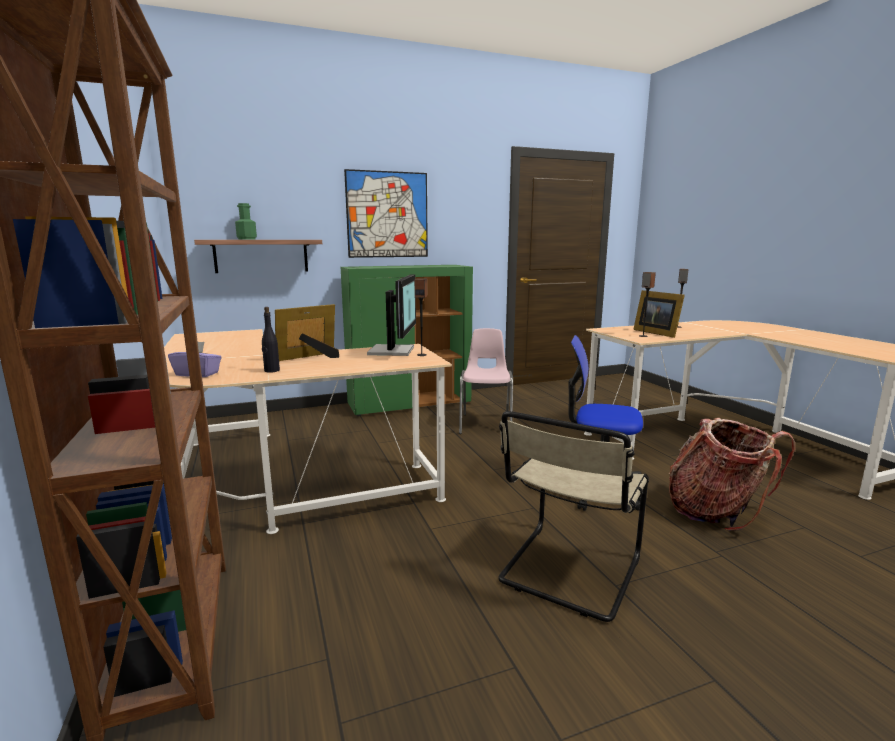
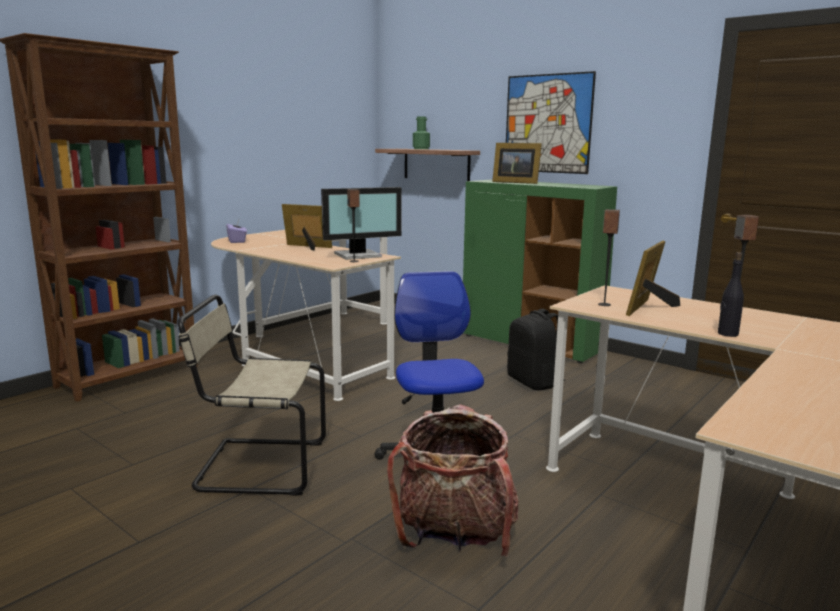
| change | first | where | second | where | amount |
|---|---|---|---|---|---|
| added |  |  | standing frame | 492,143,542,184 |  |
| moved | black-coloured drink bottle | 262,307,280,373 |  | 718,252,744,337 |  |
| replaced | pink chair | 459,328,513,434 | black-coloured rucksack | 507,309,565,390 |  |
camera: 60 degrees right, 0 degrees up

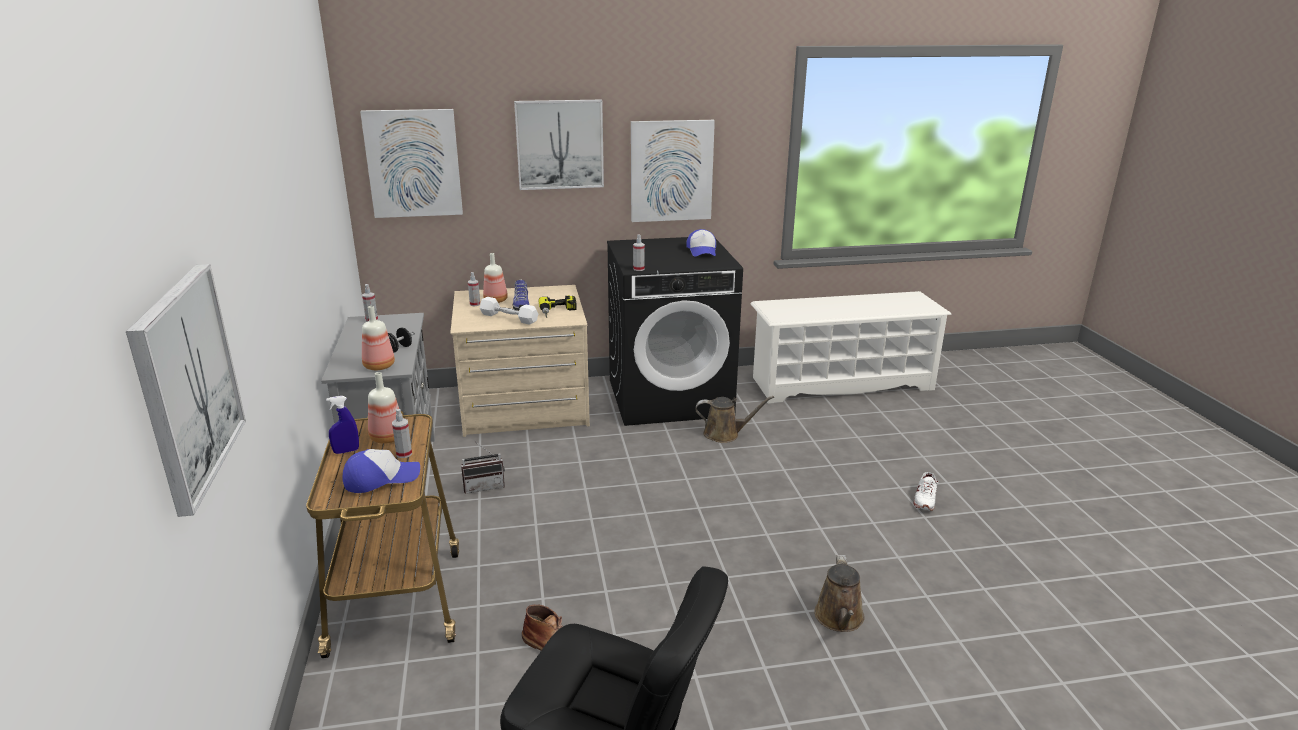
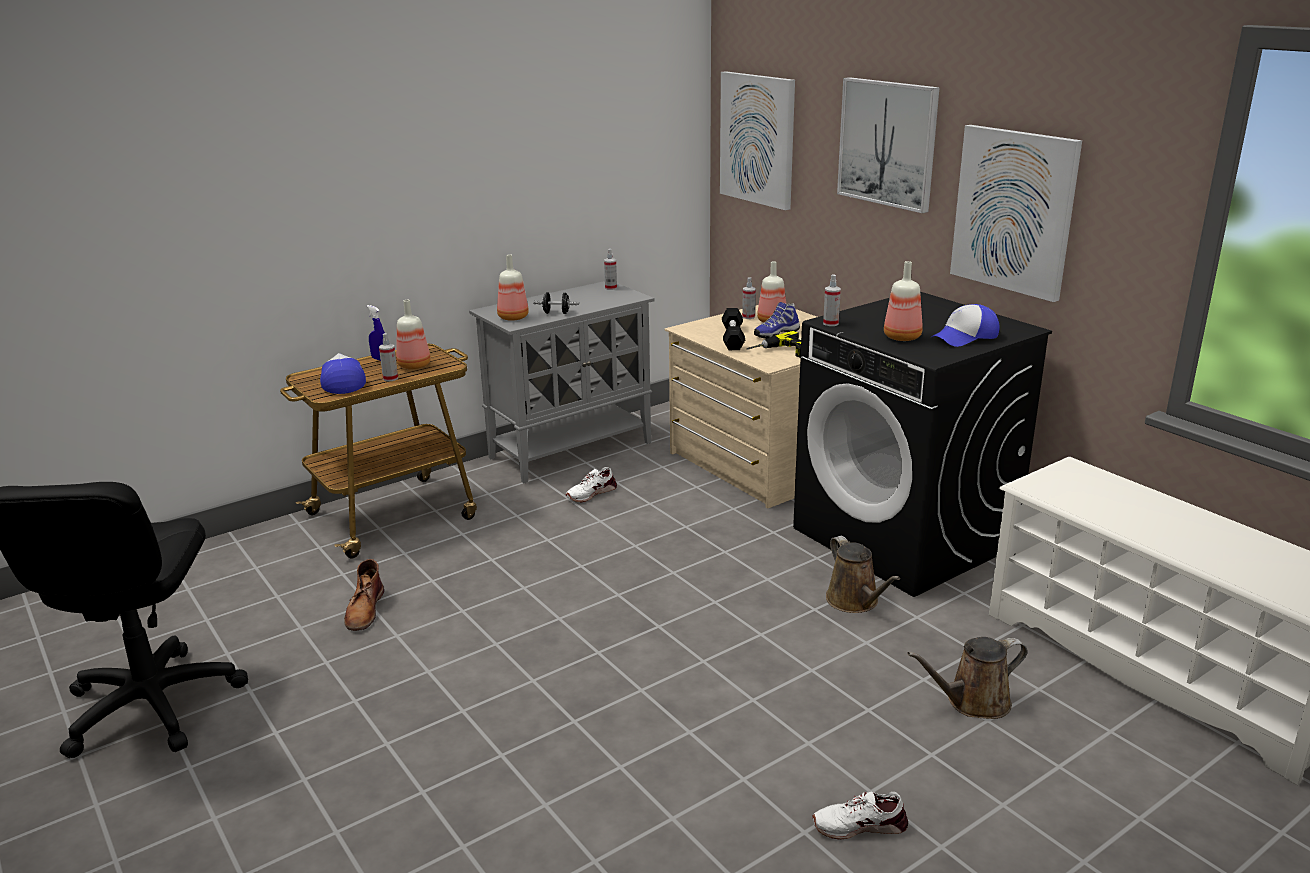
| change | first | where | second | where | amount |
|---|---|---|---|---|---|
| removed | wall picture | 126,264,246,517 |  |  |  |
| added |  |  | drink bottle | 884,261,923,341 |  |
| moved | brown-coloured watering can | 814,555,865,632 |  | 907,637,1027,719 |  |
| replaced | radio | 461,441,505,494 | white-coloured item of footwear | 566,467,617,503 |  |
| recoloured | white-coloured hand weight | 480,297,538,325 | black-coloured hand weight | 722,308,745,350 |  |
| turned | peaked cap | 343,449,420,493 |  | 320,353,366,394 | 150 degrees counterclockwise |
camera: 65 degrees right, 0 degrees up

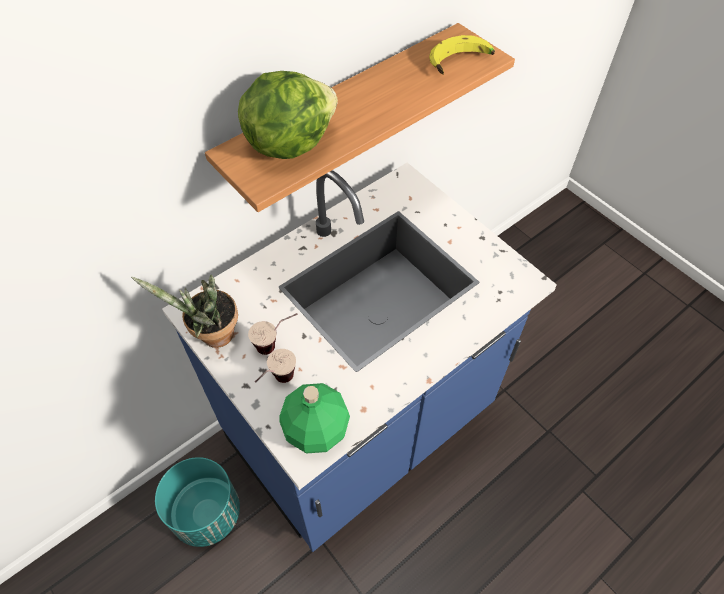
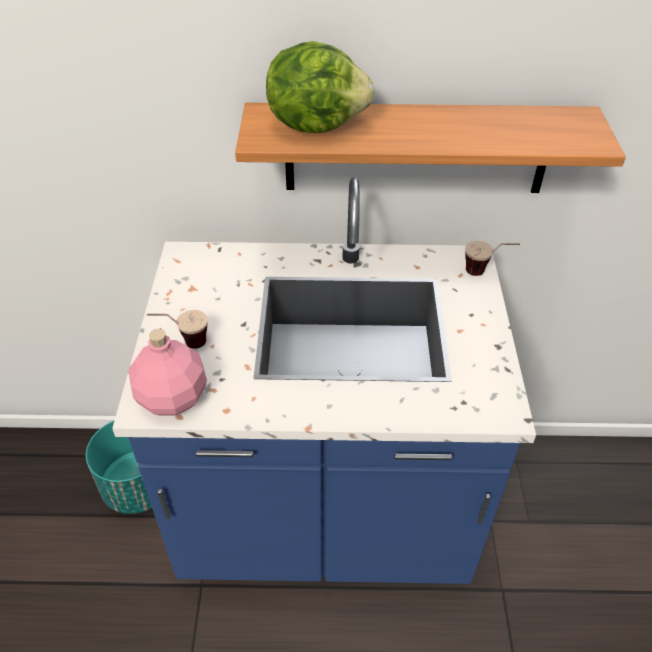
| change | first | where | second | where | amount |
|---|---|---|---|---|---|
| removed | potted plant | 131,275,238,348 |  |  |  |
| removed | banana | 429,35,495,74 |  |  |  |
| moved | drinking cup | 248,313,298,355 |  | 465,241,520,276 |  |
| recoloured | green drink bottle | 279,383,350,454 | pink drink bottle | 129,329,207,415 |  |
camera: 40 degrees right, 10 degrees down

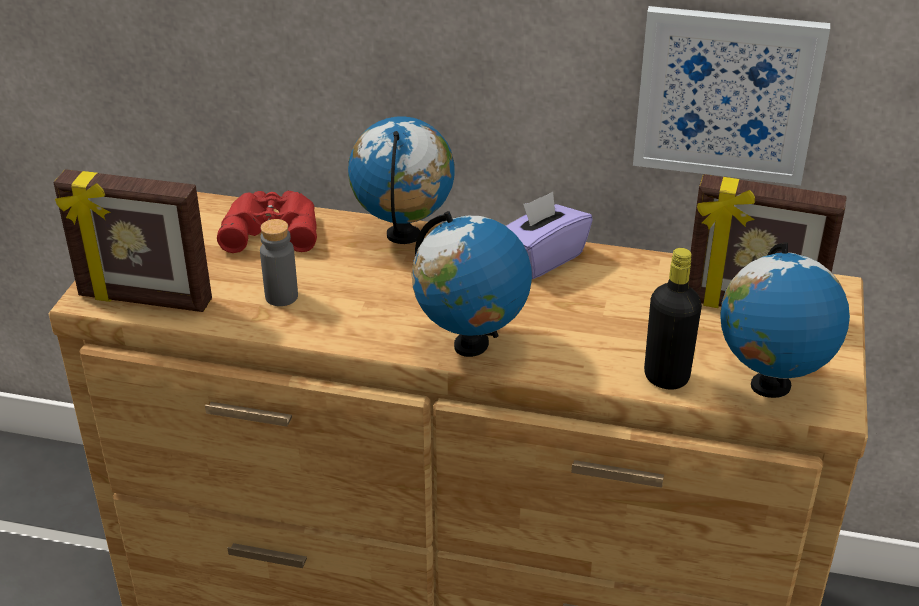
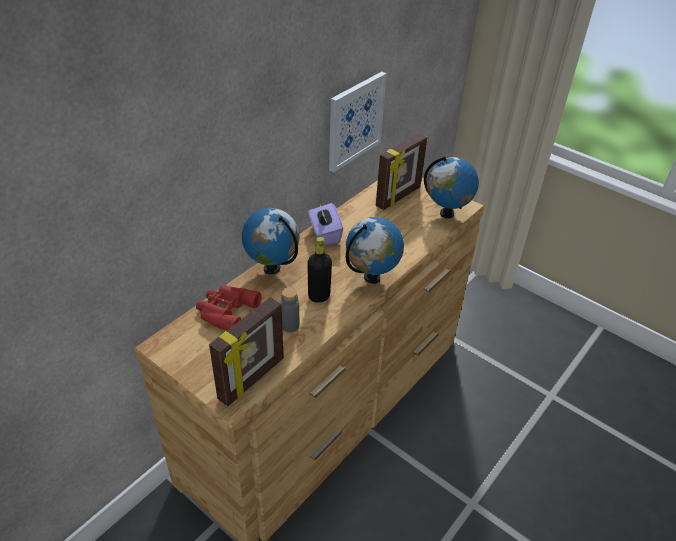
| change | first | where | second | where | amount |
|---|---|---|---|---|---|
| moved | black-coloured drink bottle | 644,248,702,389 |  | 307,237,332,303 |  |
camera: 65 degrees left, 5 degrees up

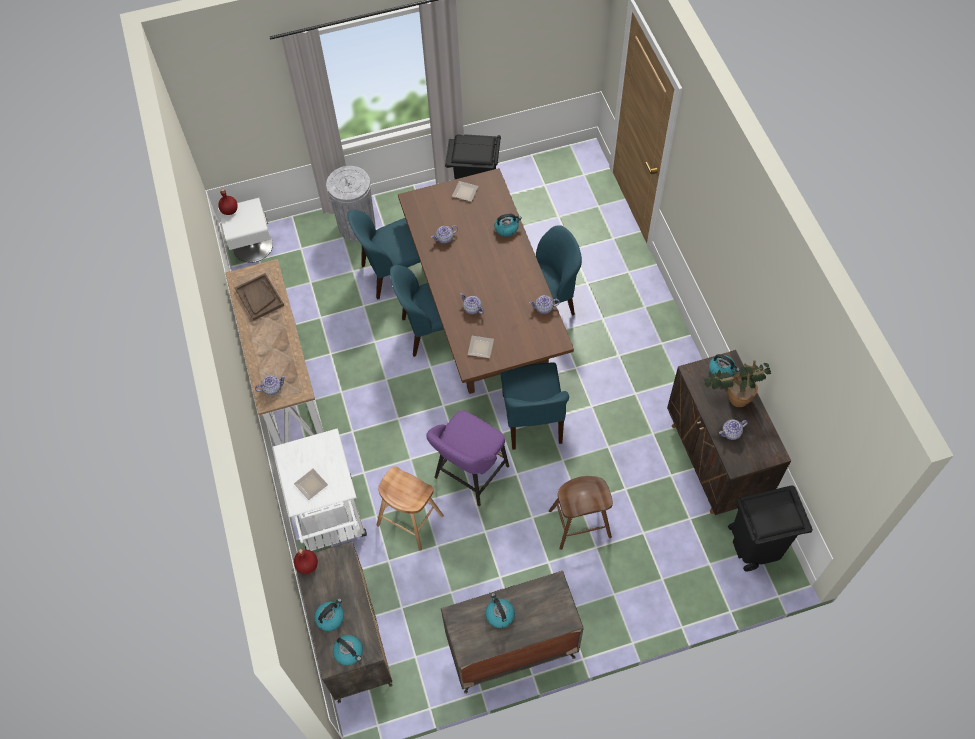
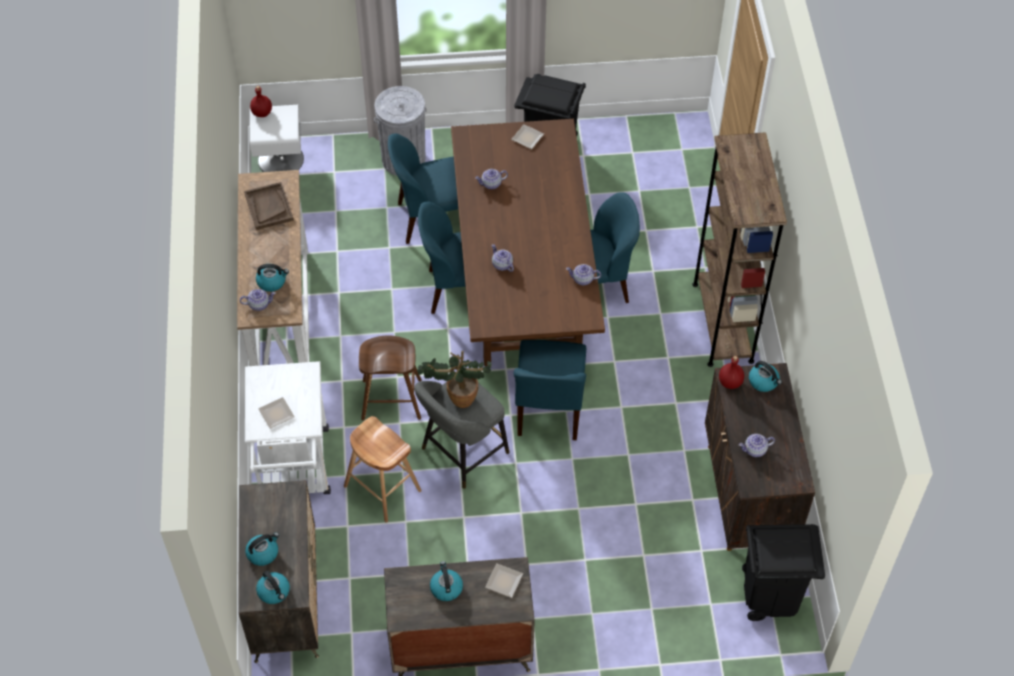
| change | first | where | second | where | amount |
|---|---|---|---|---|---|
| added |  |  | brown-coloured shelving unit | 692,132,787,367 |  |
| moved | red-coloured drink bottle | 294,549,318,574 |  | 719,356,744,389 |  |
| moved | plate | 467,336,494,358 |  | 485,563,523,598 |  |
| moved | water kettle | 494,213,522,237 |  | 256,264,289,292 |  |
| moved | brown-coloured sitting stool | 549,476,613,550 |  | 359,335,422,420 |  |
| moved | potted plant | 704,360,771,407 |  | 417,351,492,408 |  |
| recoloured | purplish sitting stool | 426,410,509,506 | gray sitting stool | 414,381,509,489 |  |
camera: 10 degrees right, 5 degrees down

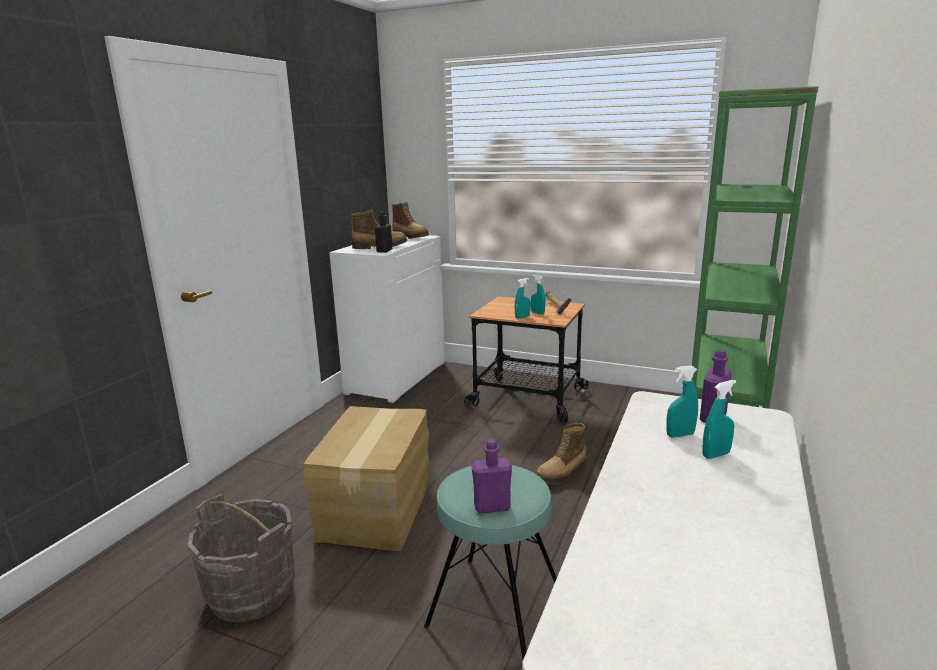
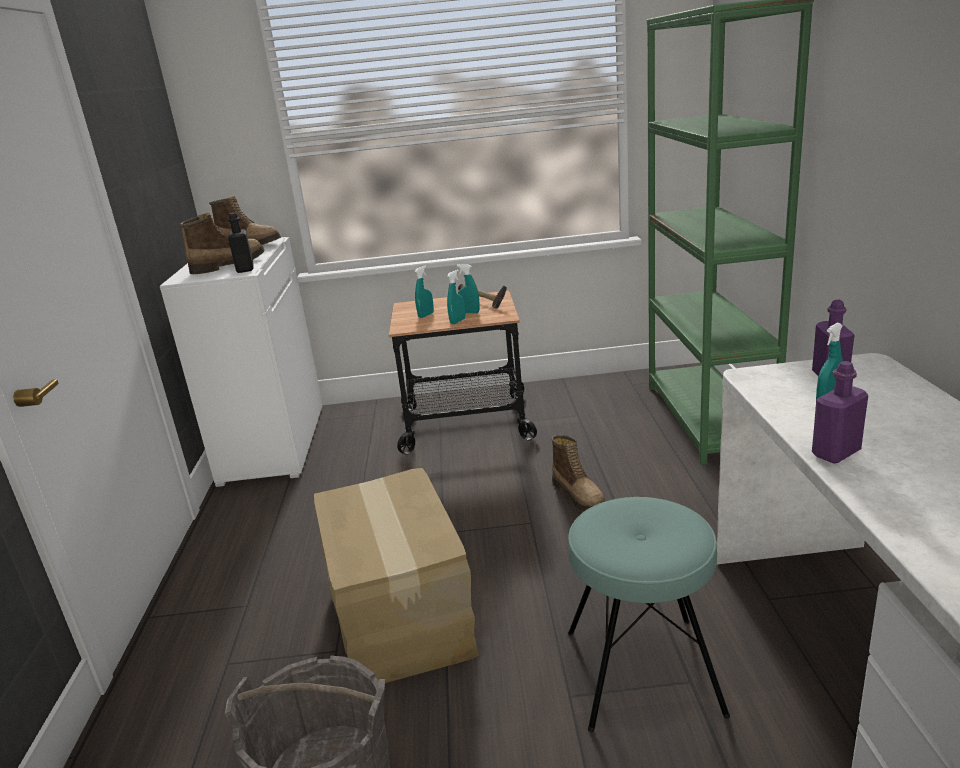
| change | first | where | second | where | amount |
|---|---|---|---|---|---|
| moved | purplish drink bottle | 471,439,512,514 |  | 812,361,868,464 |  |
| moved | blue-green spray bottle | 702,380,736,459 |  | 414,266,434,318 |  |
| turned | high-top boot | 536,423,586,484 |  | 551,435,606,512 | 45 degrees counterclockwise |
camera: 25 degrees left, 5 degrees up

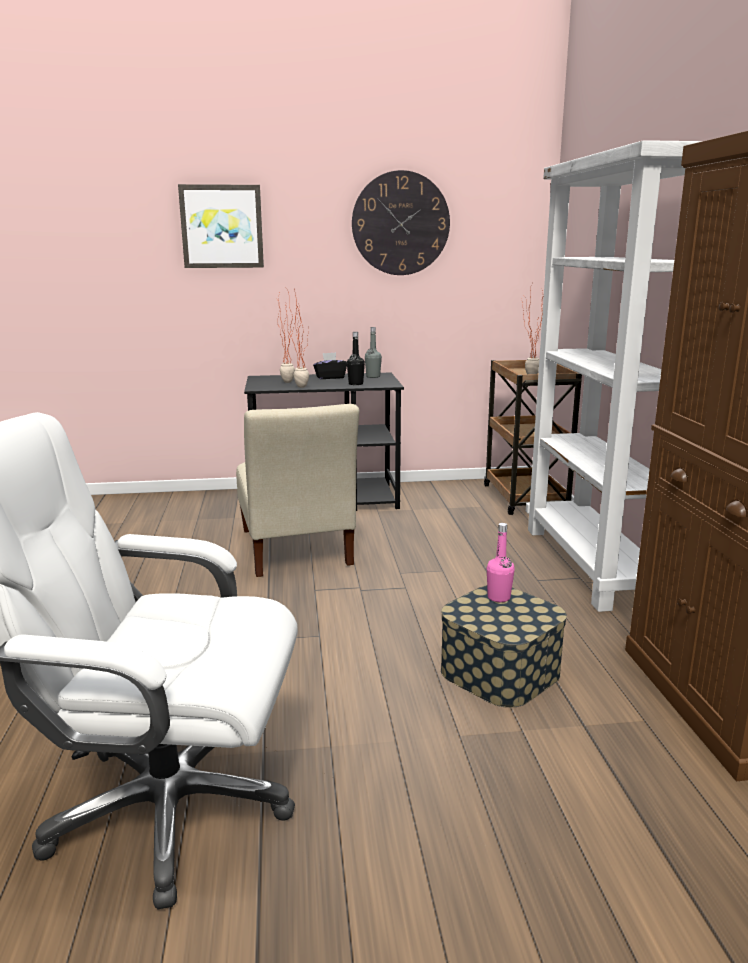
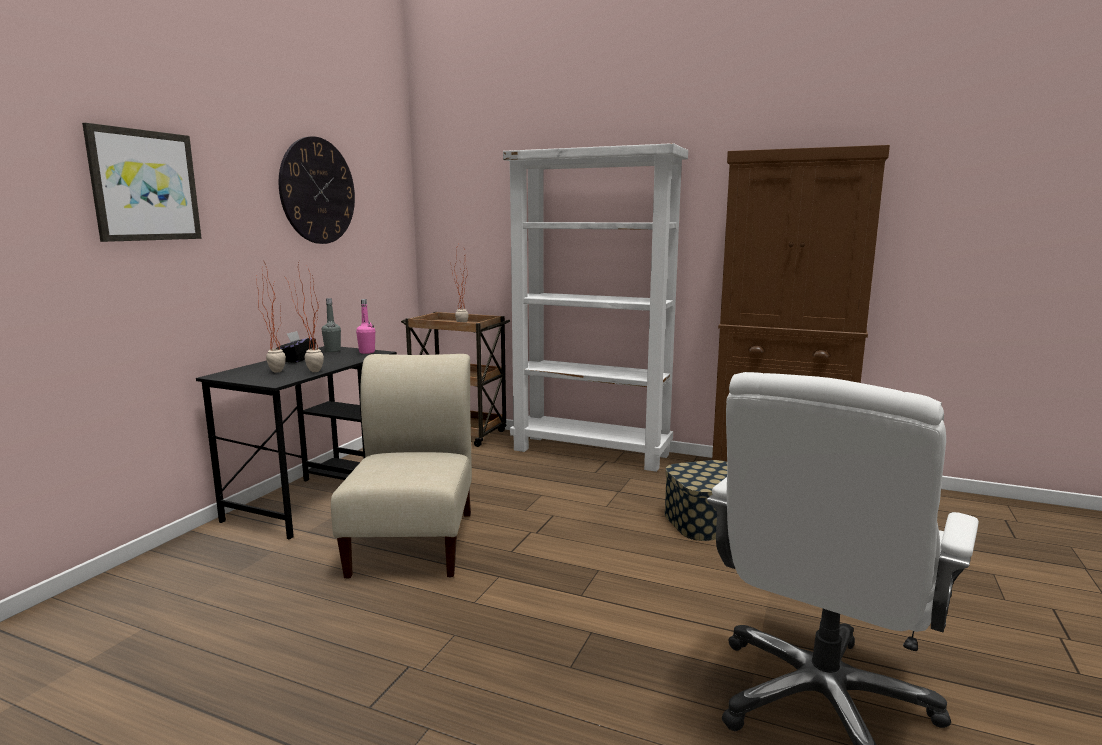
| change | first | where | second | where | amount |
|---|---|---|---|---|---|
| removed | black-coloured drink bottle | 347,332,365,385 |  |  |  |
| moved | pink drink bottle | 487,523,515,602 |  | 356,299,375,354 |  |
| turned | beige-coloured chair | 236,404,359,577 |  | 331,354,472,579 | 105 degrees counterclockwise |
camera: 60 degrees left, 5 degrees down

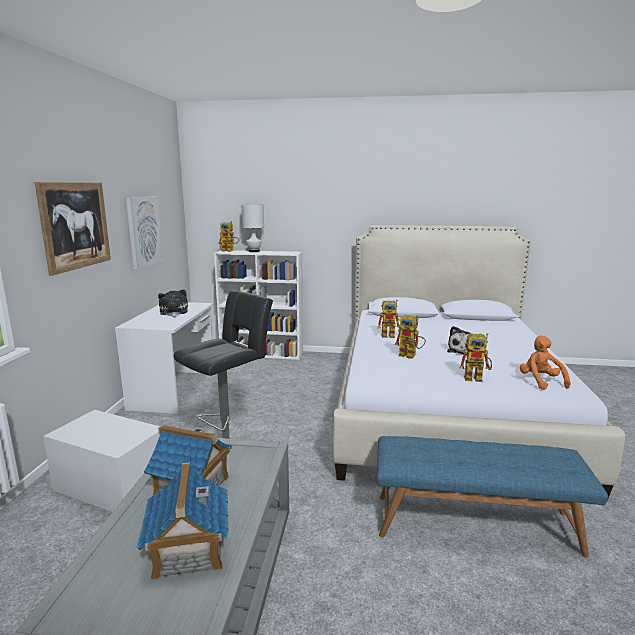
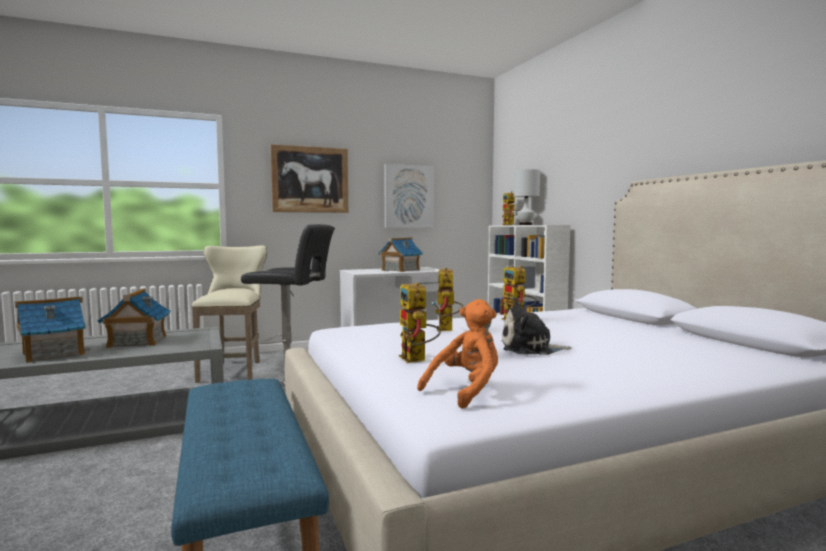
| change | first | where | second | where | amount |
|---|---|---|---|---|---|
| replaced | white-coloured storage container | 43,410,160,512 | beige-coloured sitting stool | 192,245,267,383 |  |
| replaced | soft toy | 158,289,188,318 | miniature house | 378,238,423,272 |  |
camera: 60 degrees right, 10 degrees down

